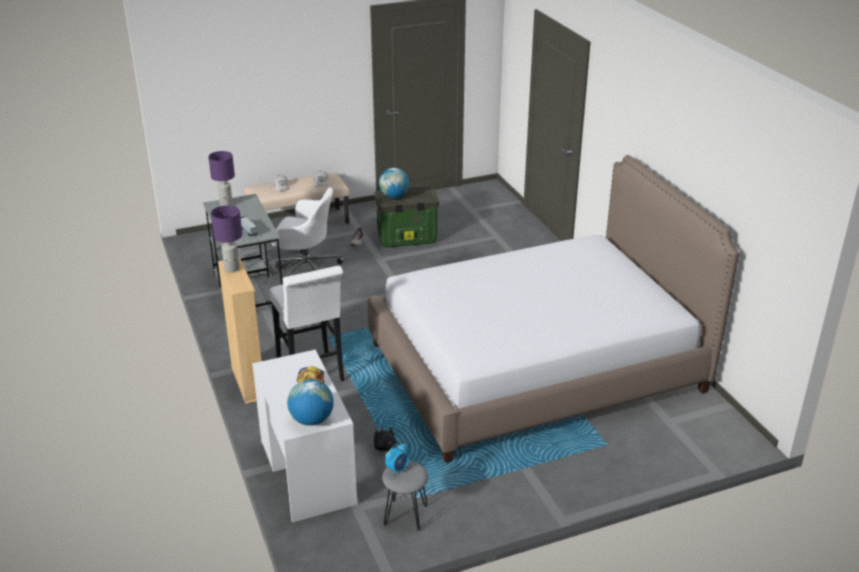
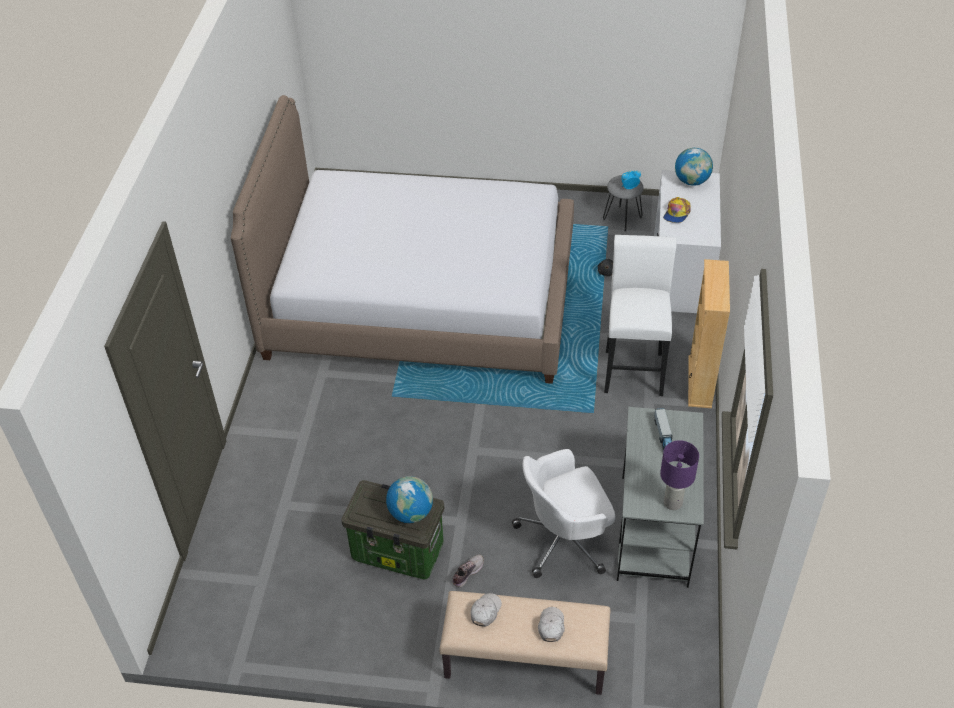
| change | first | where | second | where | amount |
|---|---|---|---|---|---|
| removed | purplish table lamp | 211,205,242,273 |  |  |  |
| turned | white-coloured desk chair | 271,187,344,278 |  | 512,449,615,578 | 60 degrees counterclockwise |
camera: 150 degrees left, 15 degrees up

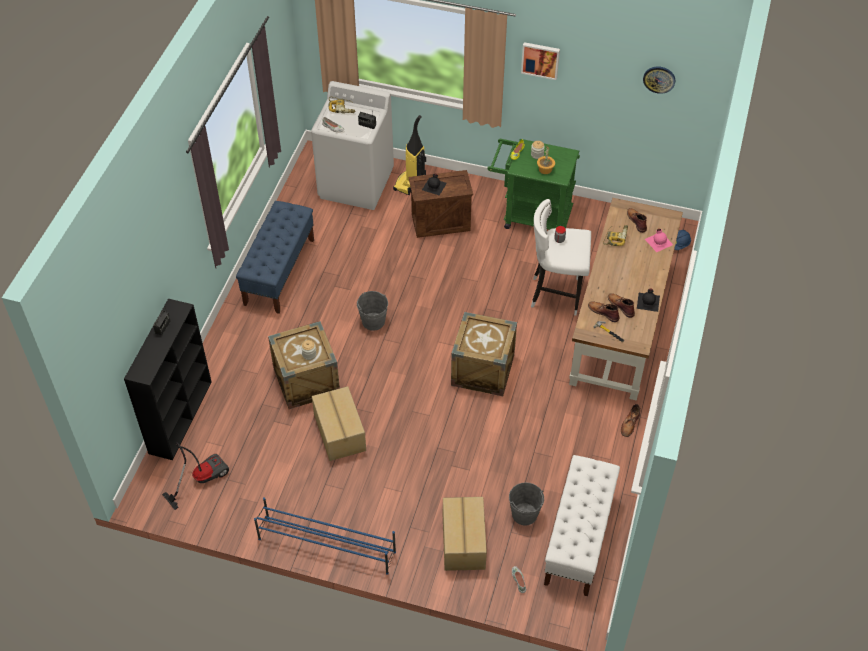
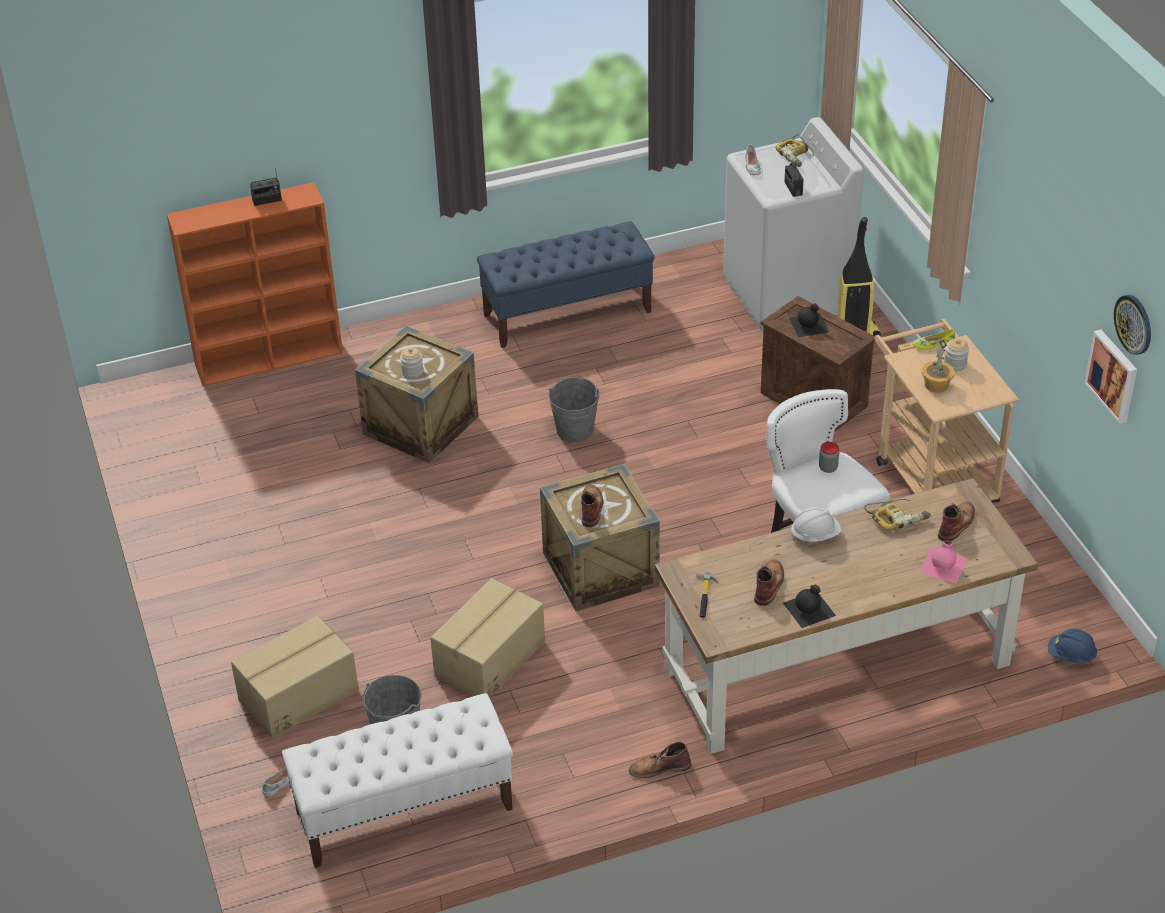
| change | first | where | second | where | amount |
|---|---|---|---|---|---|
| removed | hoover | 162,442,229,510 |  |  |  |
| removed | blue shoe shelf | 254,497,396,575 |  |  |  |
| added |  |  | white-coloured work helmet | 791,507,841,542 |  |
| moved | carton | 312,386,366,461 |  | 430,578,545,698 |  |
| moved | wall picture | 521,42,560,80 |  | 1084,329,1137,424 |  |
| moved | brown-coloured high-top boot | 588,301,619,322 |  | 581,485,603,527 |  |
| recoloured | black-coloured shelving unit | 124,299,212,460 | orange shelving unit | 167,182,343,386 |  |
| recoloured | green trolley | 487,139,580,230 | beige-coloured trolley | 875,319,1019,503 |  |
camera: 55 degrees right, 10 degrees down

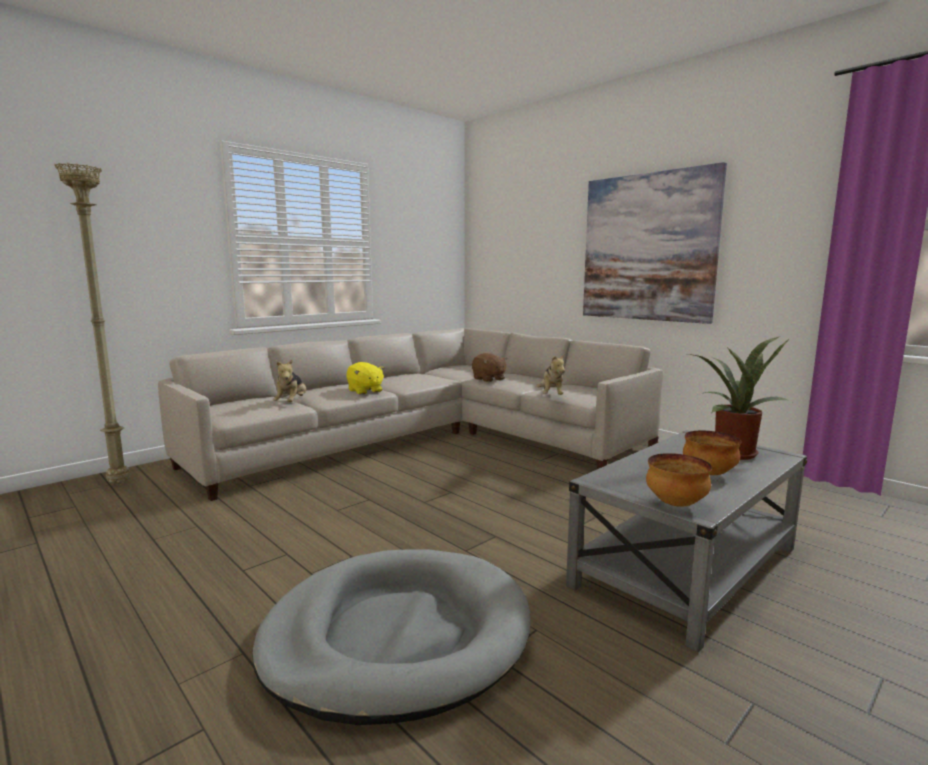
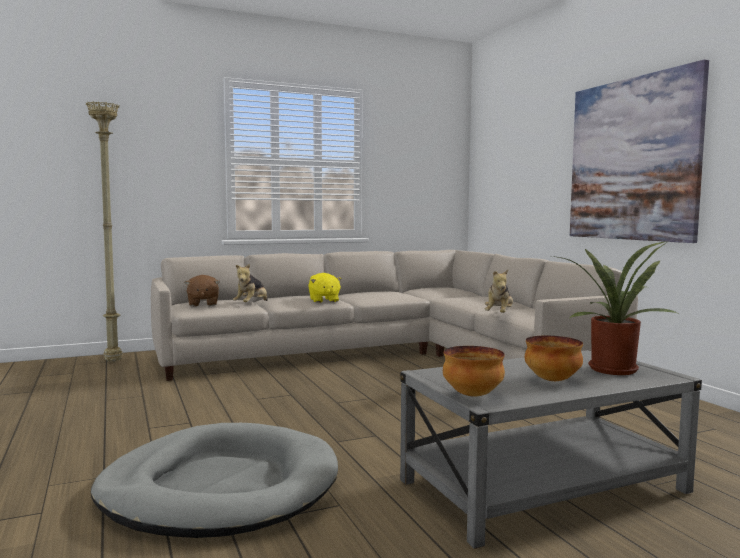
| change | first | where | second | where | amount |
|---|---|---|---|---|---|
| moved | brown-coloured soft toy | 472,353,507,382 |  | 185,275,220,307 |  |
camera: 20 degrees right, 5 degrees down

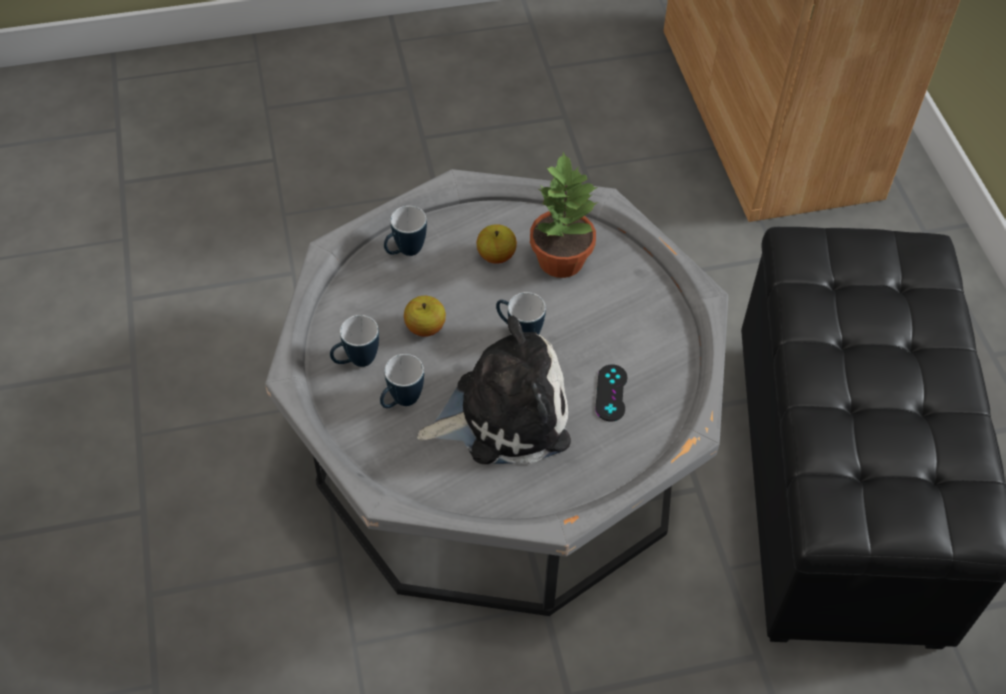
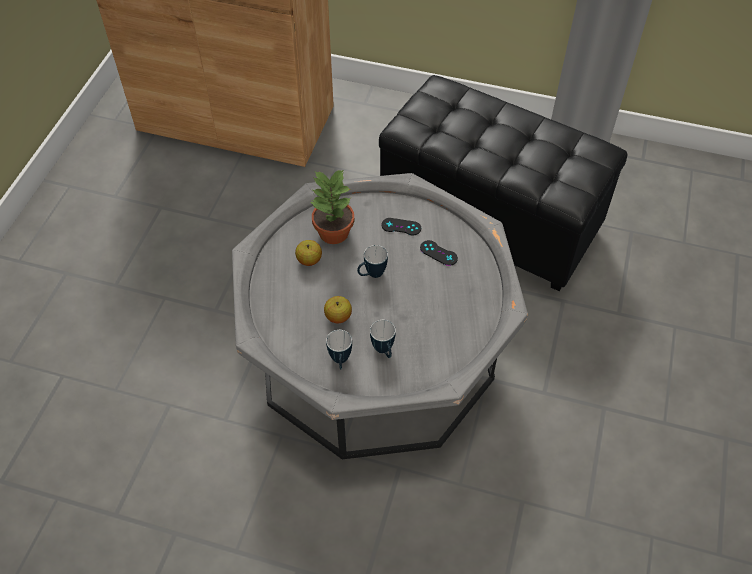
| change | first | where | second | where | amount |
|---|---|---|---|---|---|
| removed | coffee mug | 384,206,427,256 |  |  |  |
| removed | soft toy | 417,316,571,464 |  |  |  |
| added |  |  | black-coloured joypad | 381,218,421,235 |  |
camera: 60 degrees left, 0 degrees up

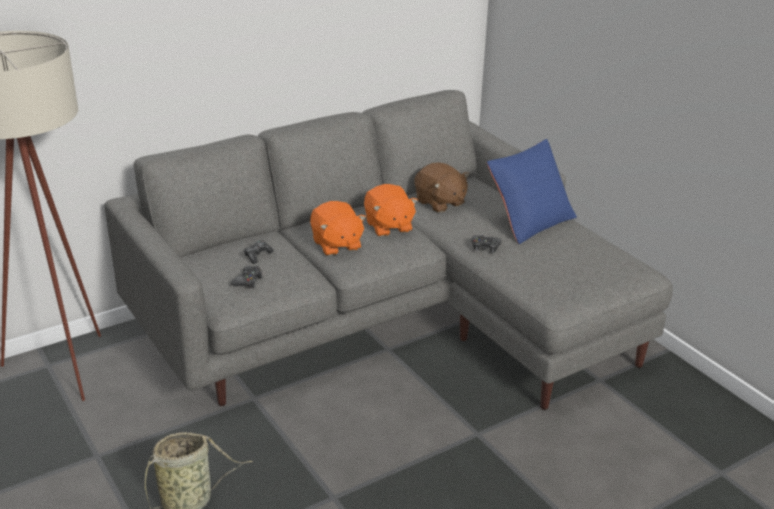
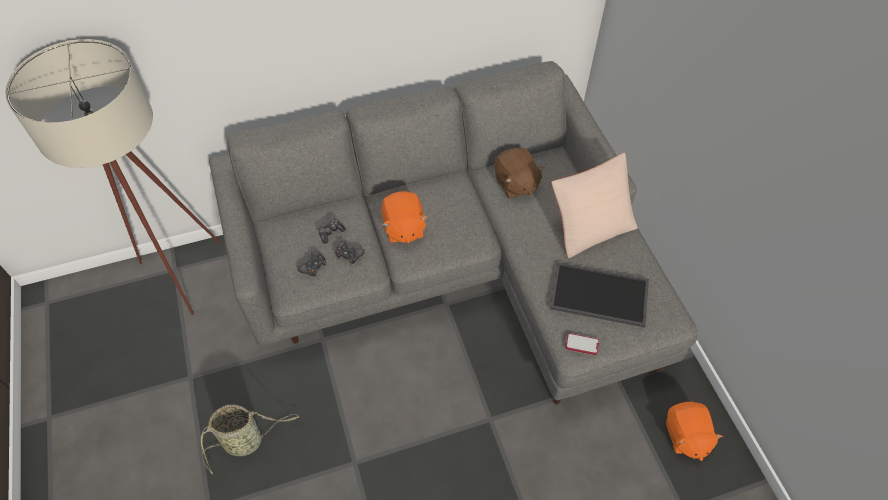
| change | first | where | second | where | amount |
|---|---|---|---|---|---|
| added |  |  | carrying tray | 550,262,649,328 |  |
| added |  |  | phone | 565,333,599,355 |  |
| moved | orange soft toy | 364,184,418,237 |  | 666,402,723,461 |  |
| moved | black-coloured joypad | 472,235,502,253 |  | 335,241,365,265 |  |
| recoloured | blue throw pillow | 487,139,577,244 | beige-coloured throw pillow | 551,153,638,258 |  |
camera: 15 degrees right, 25 degrees up

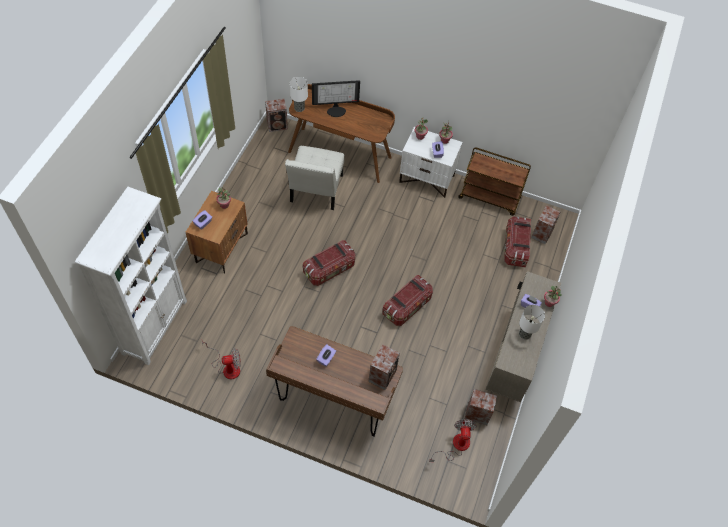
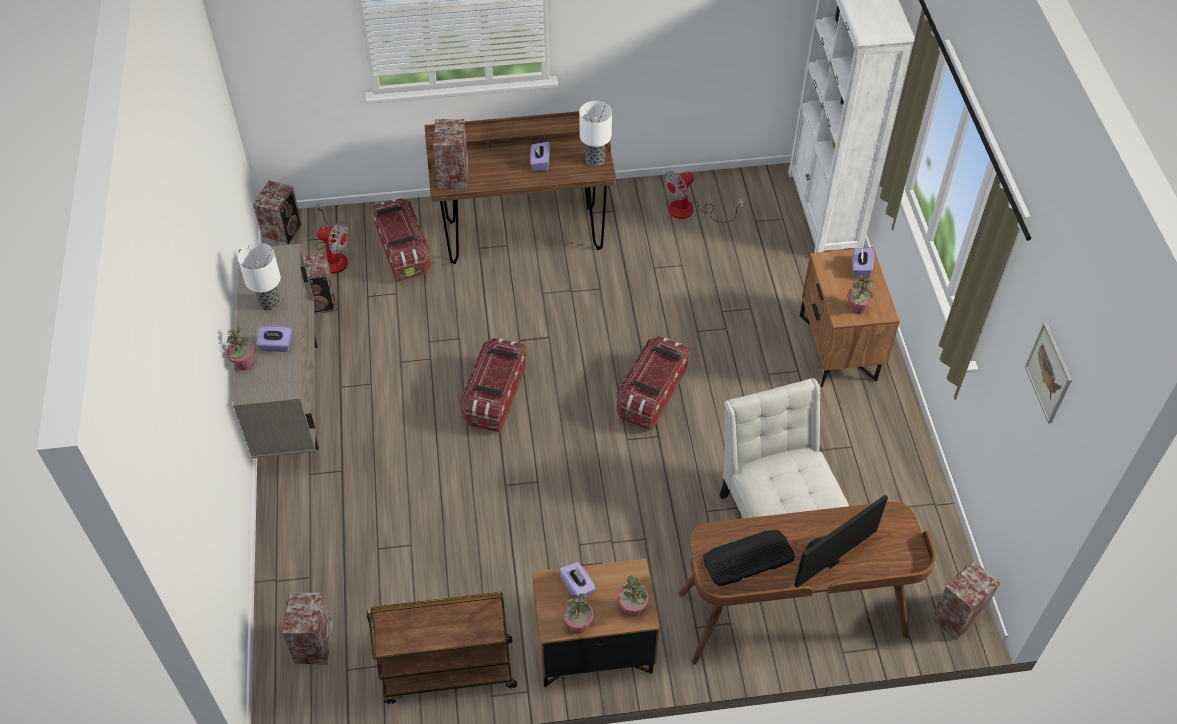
| change | first | where | second | where | amount |
|---|---|---|---|---|---|
| added |  |  | loudspeaker | 253,181,302,246 |  |
| added |  |  | PC keyboard | 703,530,795,587 |  |
| added |  |  | wall picture | 1025,323,1072,424 |  |
| moved | table lamp | 290,77,308,112 |  | 579,101,612,166 |  |
| moved | storage container | 504,216,531,267 |  | 372,198,431,282 |  |
| recoloured | white-coloured night table | 399,127,463,198 | brown-coloured night table | 532,559,659,687 |  |
| turned | fan | 429,419,477,462 |  | 315,203,348,274 | 45 degrees counterclockwise |
camera: 155 degrees right, 5 degrees down

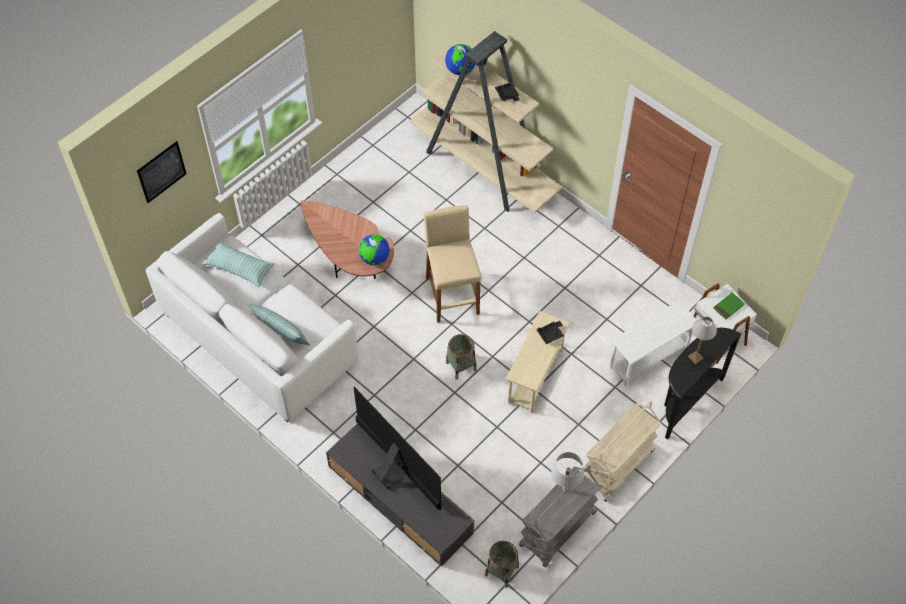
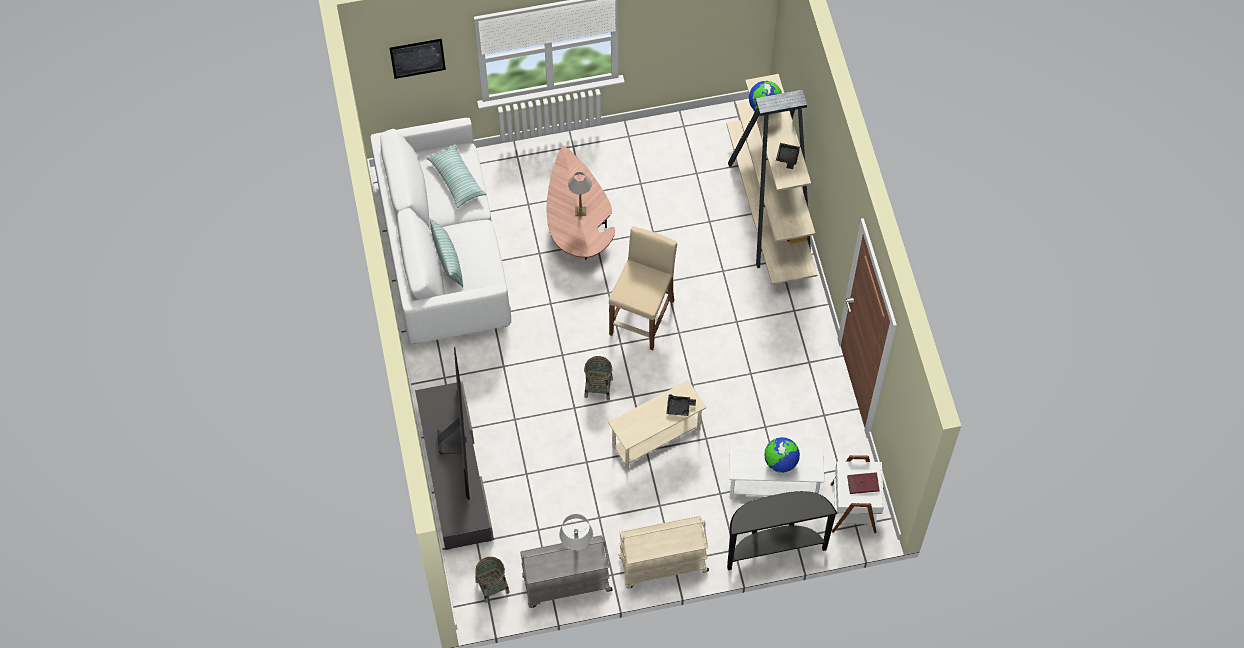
| change | first | where | second | where | amount |
|---|---|---|---|---|---|
| moved | desk globe | 359,234,390,265 |  | 764,437,800,473 |  |
| moved | table lamp | 688,317,717,364 |  | 568,172,592,216 |  |
| recoloured | green bound book | 713,292,745,320 | red-coloured bound book | 847,472,880,494 |  |
camera: 35 degrees right, 5 degrees up

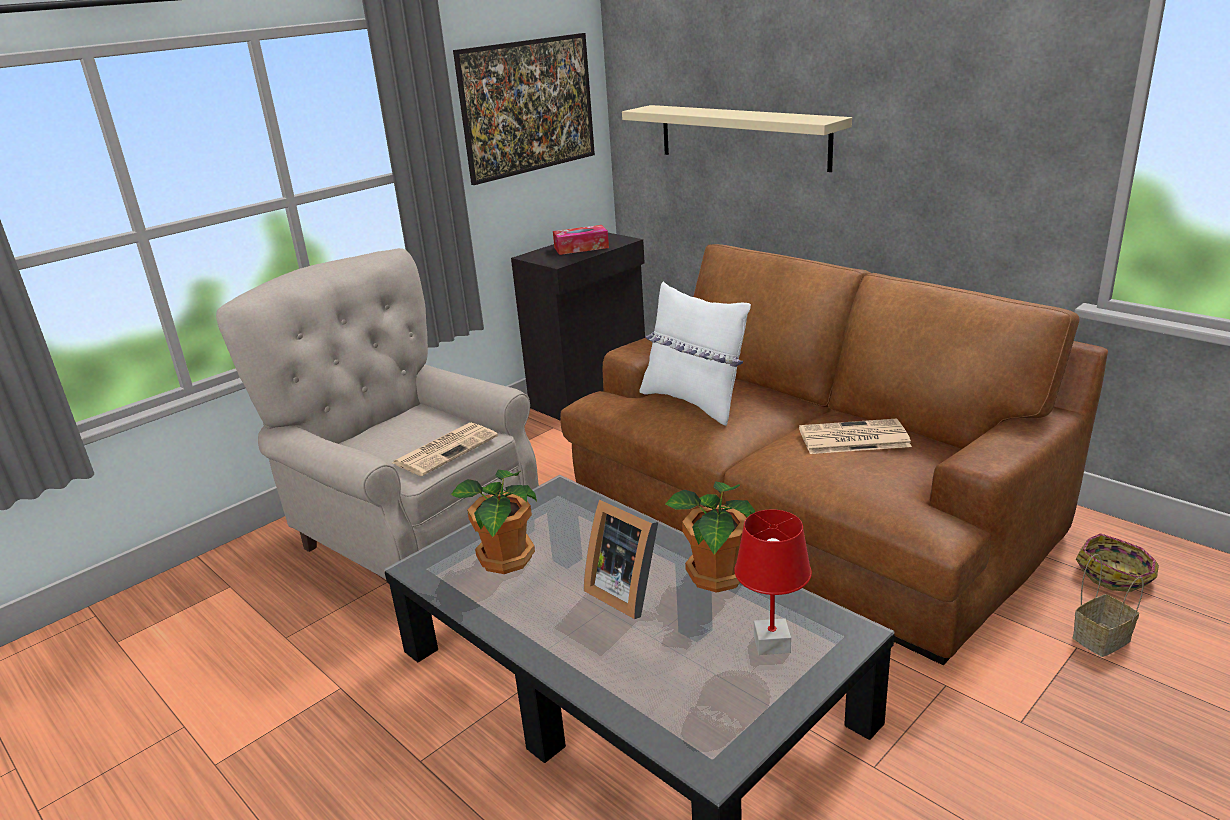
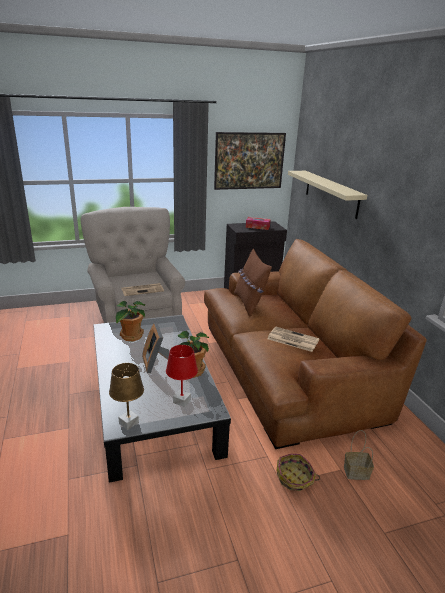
| change | first | where | second | where | amount |
|---|---|---|---|---|---|
| added |  |  | brown-coloured table lamp | 109,363,144,430 |  |
| moved | household basket | 1076,533,1159,592 |  | 276,454,320,491 |  |
| recoloured | white-coloured throw pillow | 640,282,751,426 | brown-coloured throw pillow | 234,248,272,317 |  |
camera: 25 degrees right, 0 degrees up

